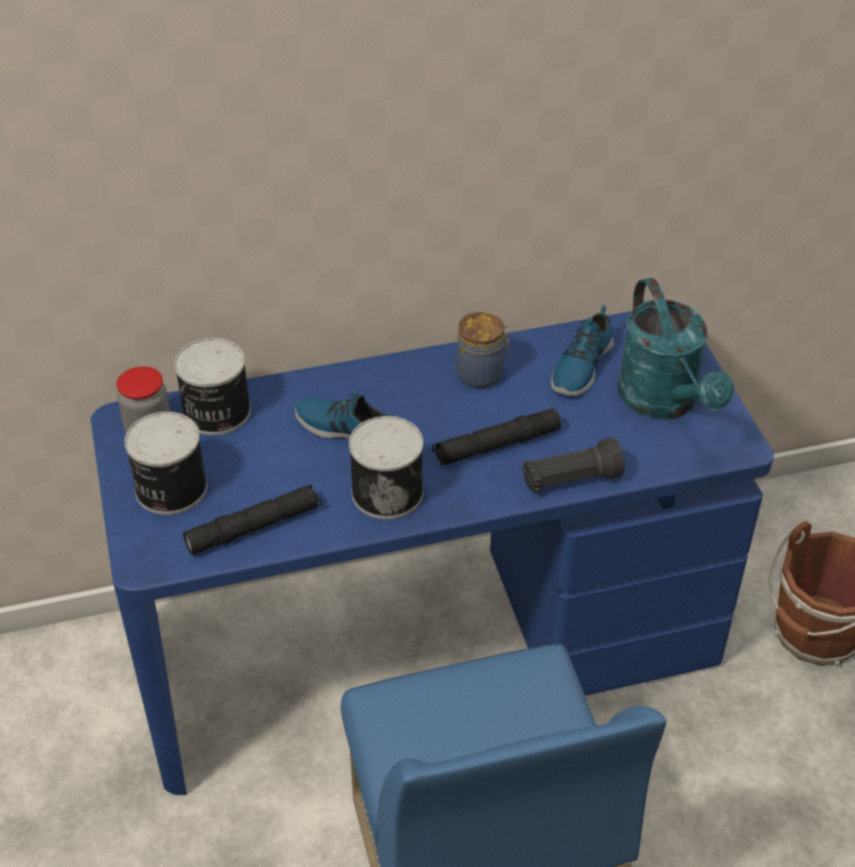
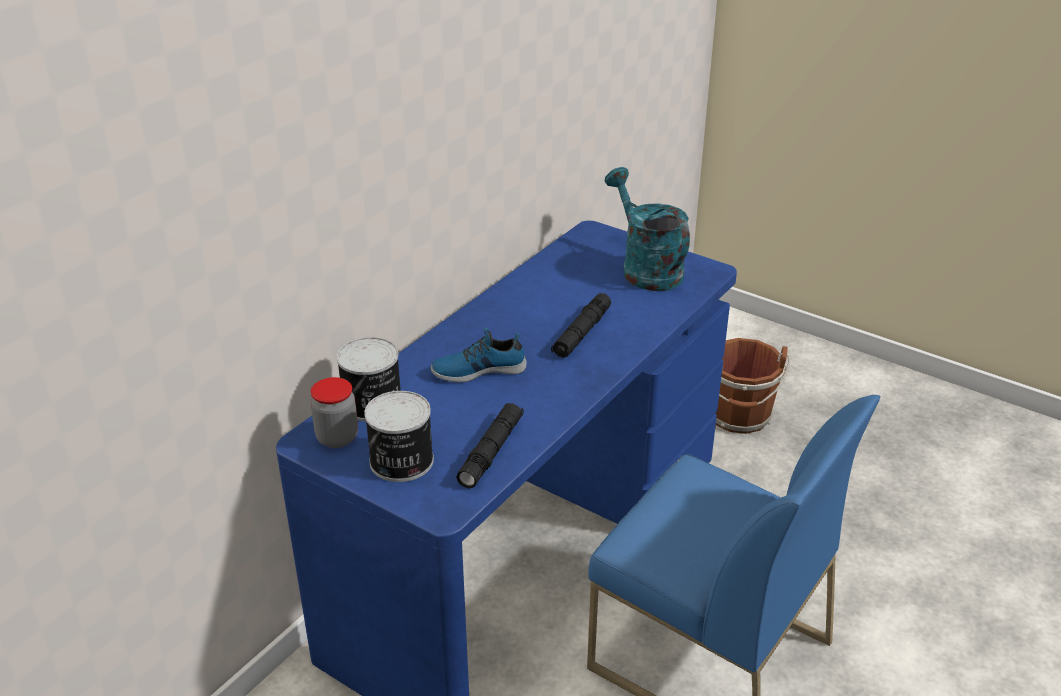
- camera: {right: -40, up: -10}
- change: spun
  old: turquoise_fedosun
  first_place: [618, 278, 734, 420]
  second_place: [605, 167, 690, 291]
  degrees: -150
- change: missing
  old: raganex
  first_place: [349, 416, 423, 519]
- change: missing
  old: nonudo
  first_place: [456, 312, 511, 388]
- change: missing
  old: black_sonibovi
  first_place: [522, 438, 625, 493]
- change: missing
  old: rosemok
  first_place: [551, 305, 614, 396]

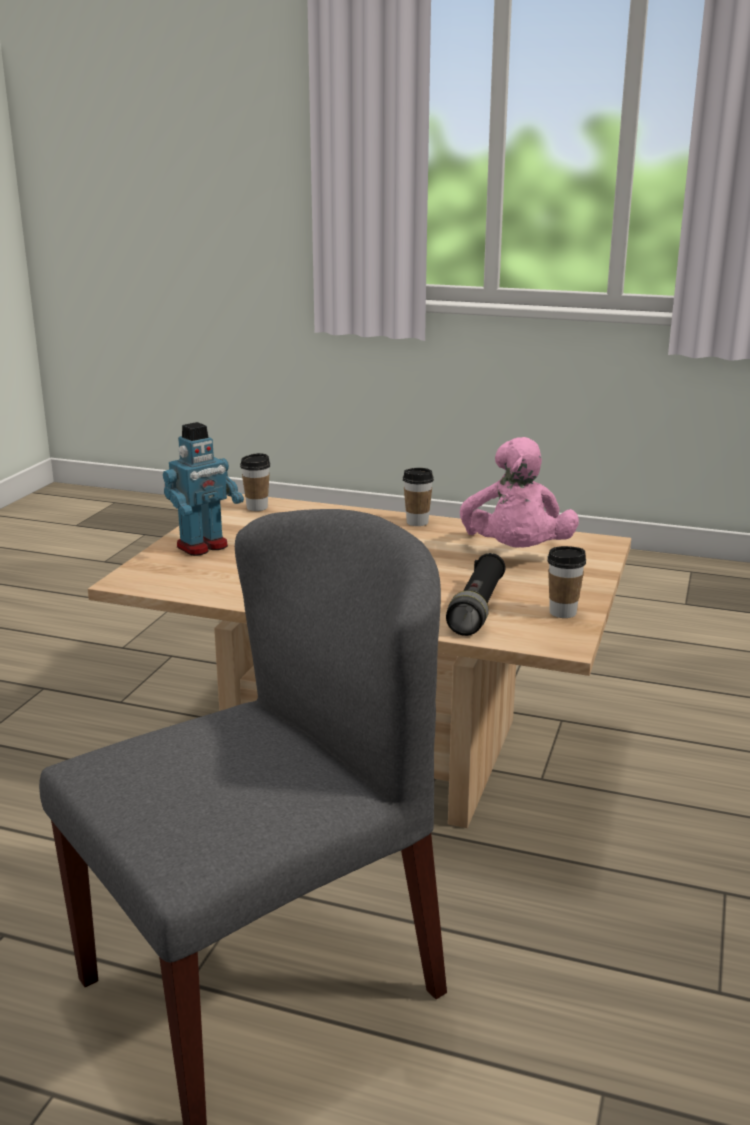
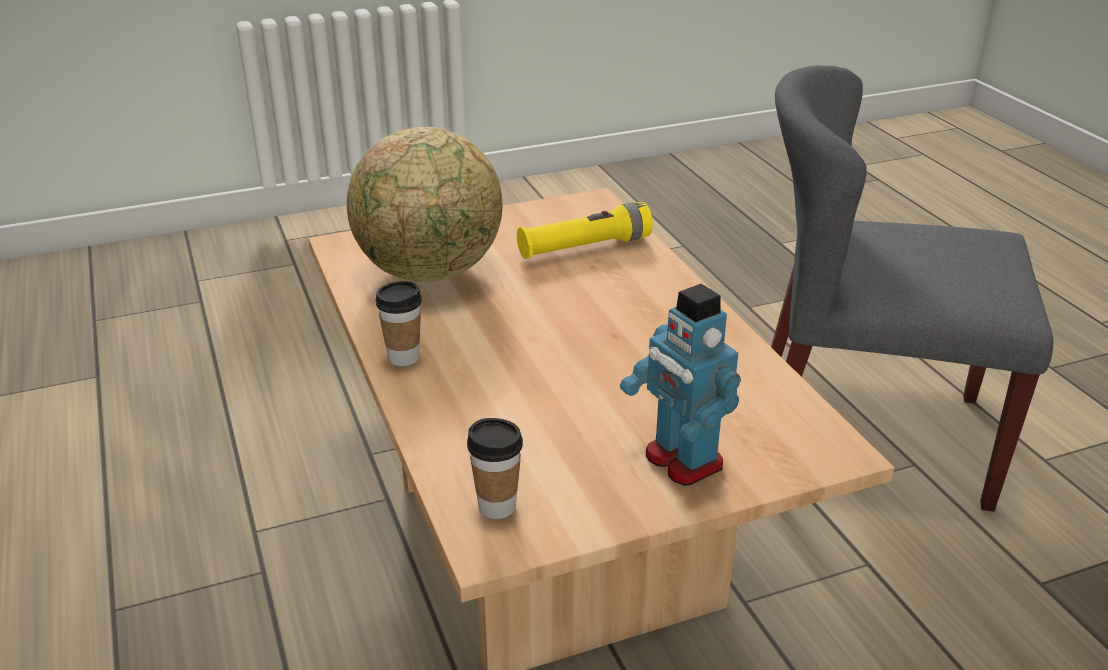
- camera: {right: -130, up: 10}
- change: exchanged
  old: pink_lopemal
  new: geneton
  first_place: [460, 437, 579, 548]
  second_place: [347, 127, 502, 282]
- change: colour
  old: black_sonibovi
  new: yellow_sonibovi
  first_place: [446, 553, 506, 636]
  second_place: [517, 202, 653, 259]
- change: spun
  old: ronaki
  first_place: [163, 422, 244, 556]
  second_place: [620, 284, 741, 486]
  degrees: -135
- change: missing
  old: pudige
  first_place: [547, 546, 586, 618]

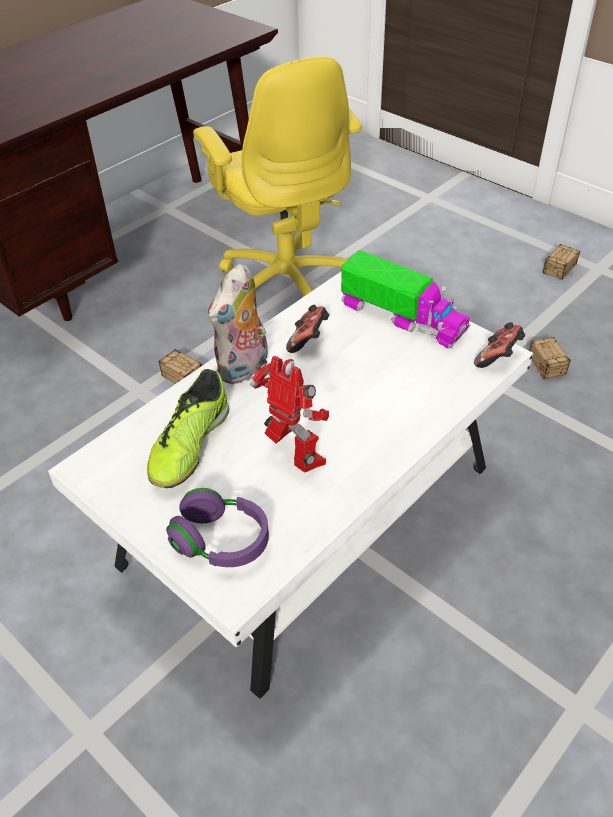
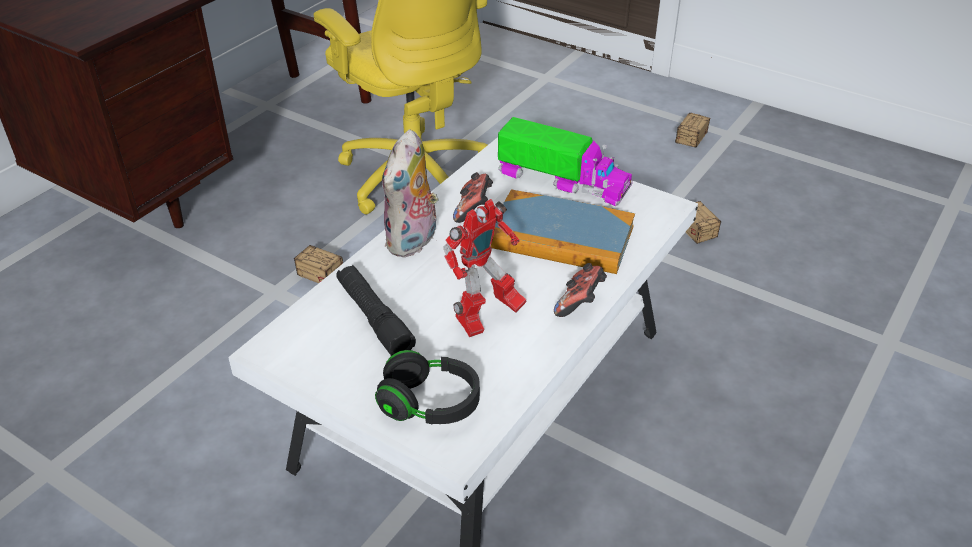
- camera: {right: -10, up: -5}
- change: exchanged
  old: rosemok
  new: black_sonibovi
  first_place: [147, 369, 229, 488]
  second_place: [337, 265, 416, 356]
- change: colour
  old: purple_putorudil
  new: black_putorudil
  first_place: [166, 488, 269, 567]
  second_place: [375, 350, 480, 424]
- change: spun
  old: ronaki
  first_place: [250, 356, 329, 473]
  second_place: [443, 199, 526, 337]
  degrees: 105
- change: appeared
  new: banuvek
  second_place: [491, 189, 635, 274]
- change: relocated
  old: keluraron
  first_place: [474, 322, 525, 368]
  second_place: [554, 263, 607, 317]

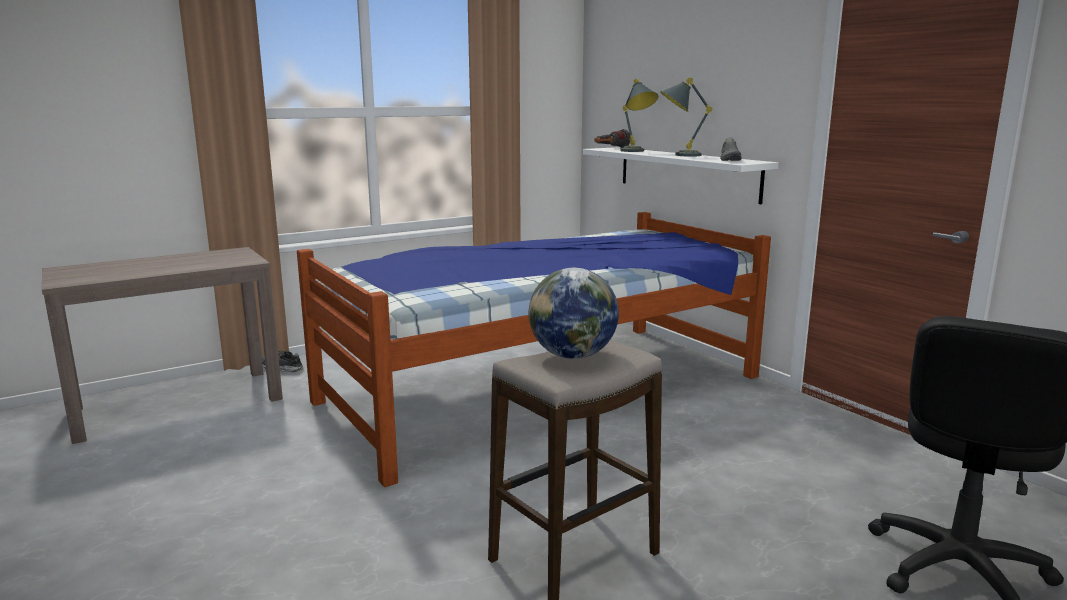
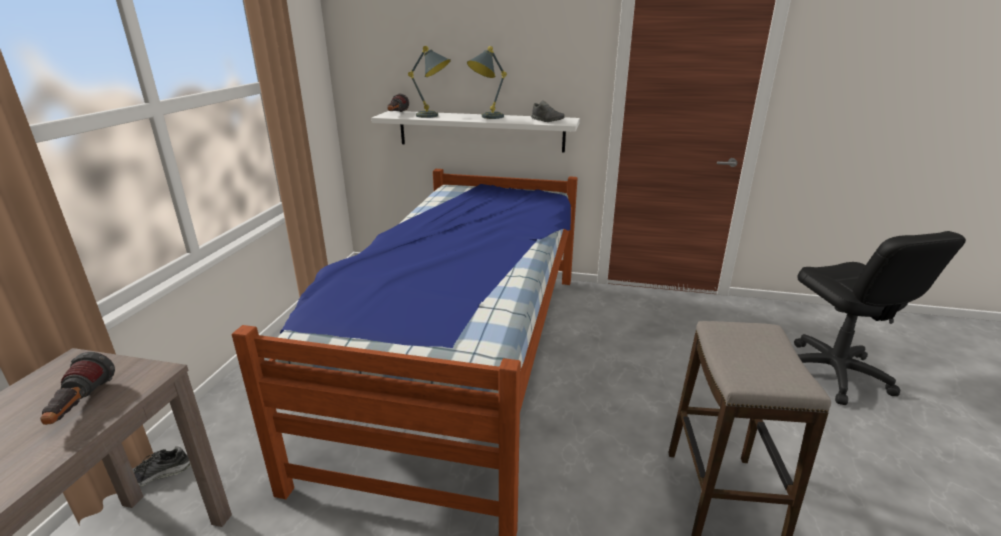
- camera: {right: -45, up: 10}
- change: appeared
  new: sonibovi
  second_place: [40, 352, 115, 425]
- change: missing
  old: geneton
  first_place: [529, 268, 619, 359]

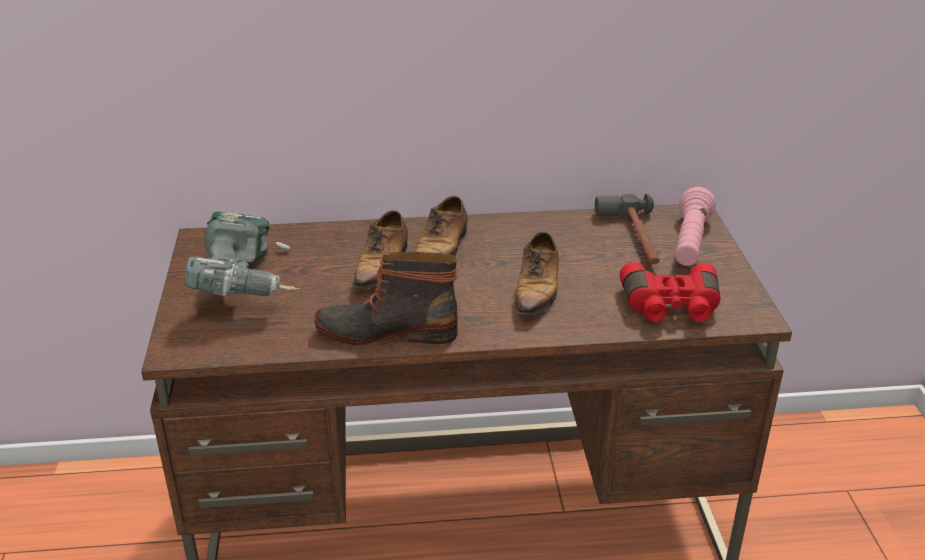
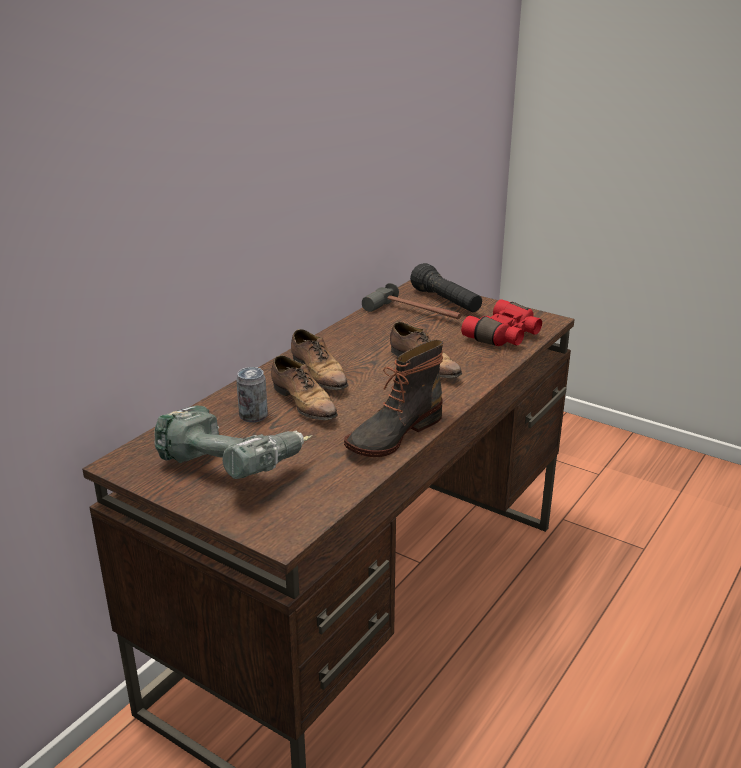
- camera: {right: -50, up: -5}
- change: appeared
  new: raganex
  second_place: [236, 367, 268, 423]
- change: colour
  old: pink_sonibovi
  new: black_sonibovi
  first_place: [675, 187, 716, 266]
  second_place: [410, 263, 482, 312]

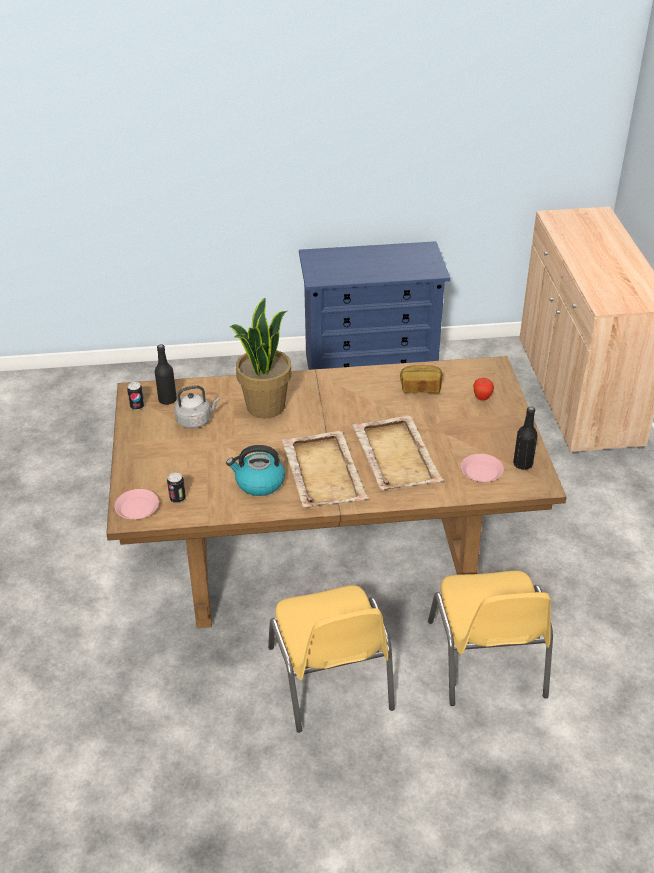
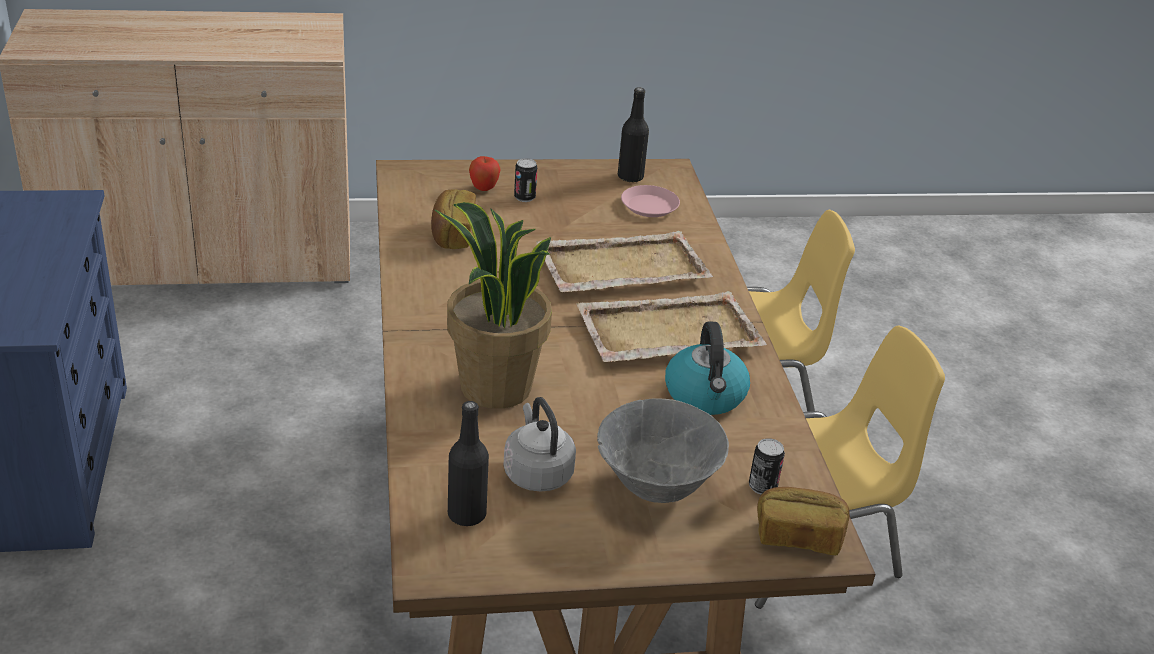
- camera: {right: -95, up: -5}
- change: relocated
  old: raganex
  first_place: [127, 382, 144, 410]
  second_place: [514, 158, 537, 202]
- change: appeared
  new: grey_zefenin
  second_place: [597, 398, 729, 503]
- change: exchanged
  old: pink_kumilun
  new: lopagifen
  first_place: [115, 489, 159, 520]
  second_place: [757, 487, 850, 556]

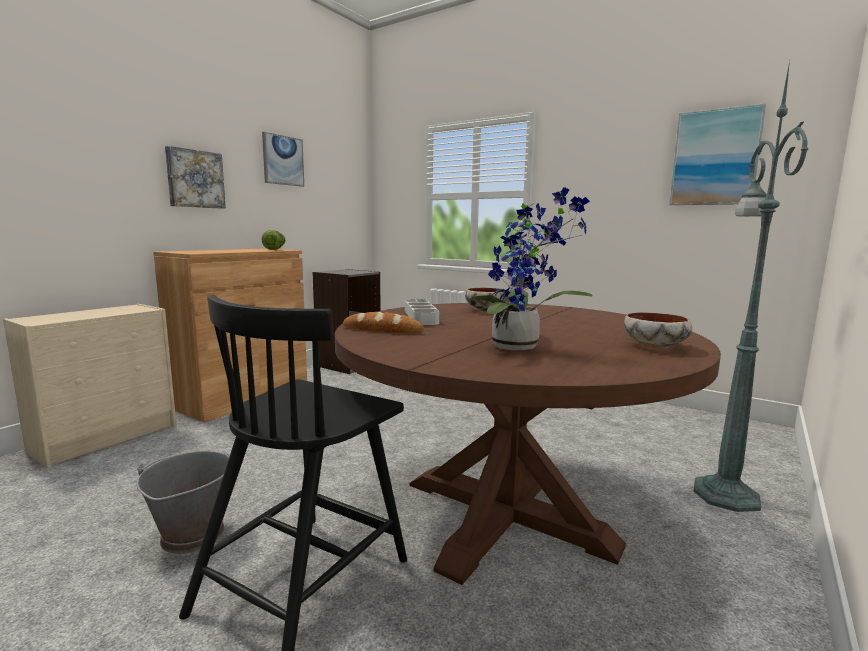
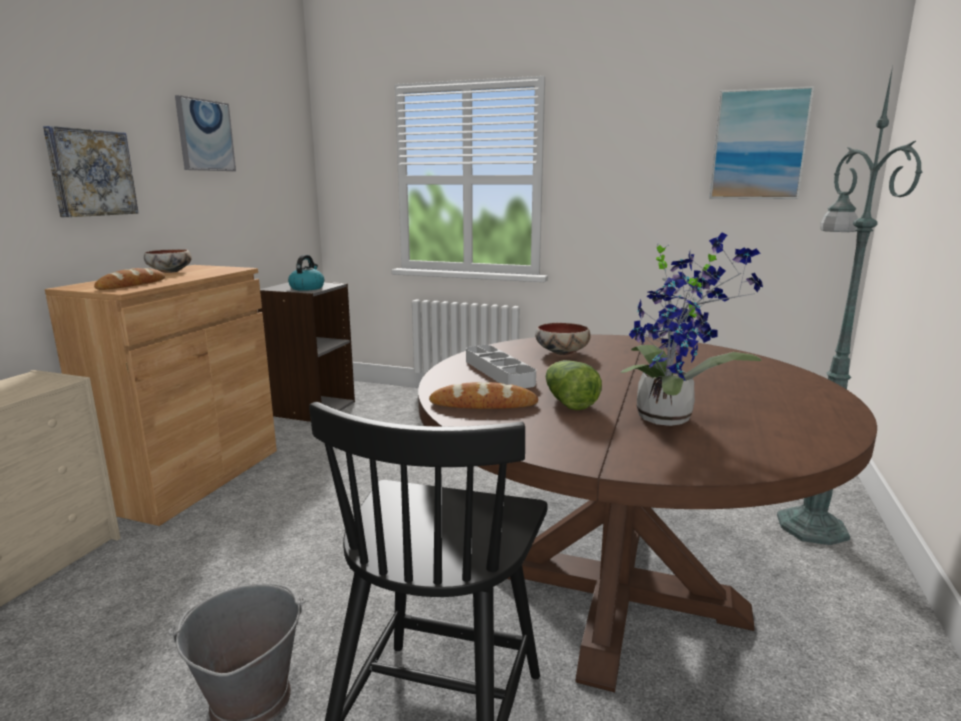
- camera: {right: -15, up: 5}
- change: appeared
  new: lopagifen
  second_place: [94, 268, 165, 290]
- change: relocated
  old: zefenin
  first_place: [624, 312, 692, 348]
  second_place: [144, 249, 192, 273]
- change: appeared
  new: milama
  second_place: [288, 255, 324, 291]
- change: relocated
  old: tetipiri
  first_place: [261, 230, 285, 250]
  second_place: [546, 360, 602, 411]

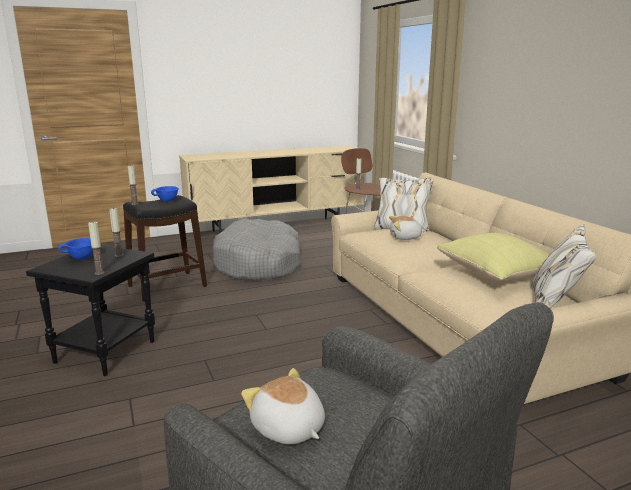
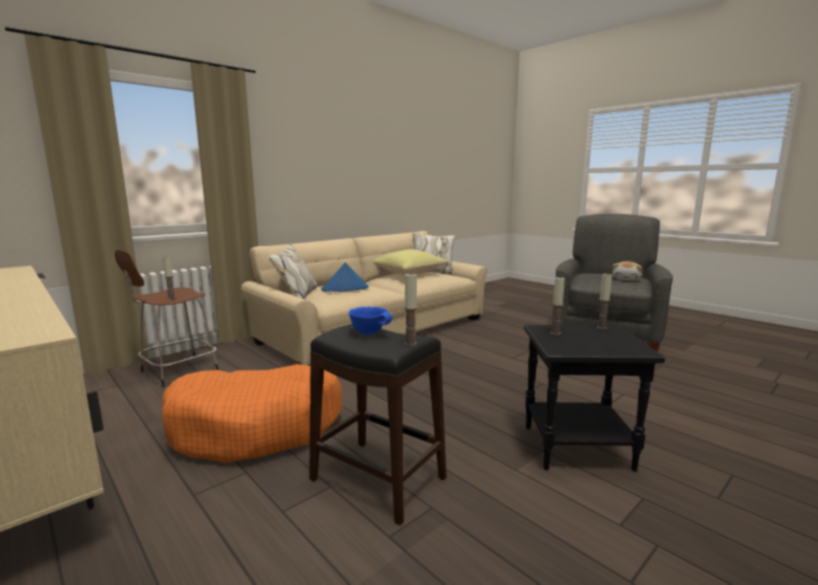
- camera: {right: -110, up: -5}
- change: colour
  old: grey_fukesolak
  new: orange_fukesolak
  first_place: [212, 219, 301, 280]
  second_place: [162, 364, 343, 463]
- change: exchanged
  old: lopemal
  new: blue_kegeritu
  first_place: [389, 216, 426, 240]
  second_place: [321, 262, 369, 292]
- change: missing
  old: blue_zefenin
  first_place: [58, 238, 93, 260]

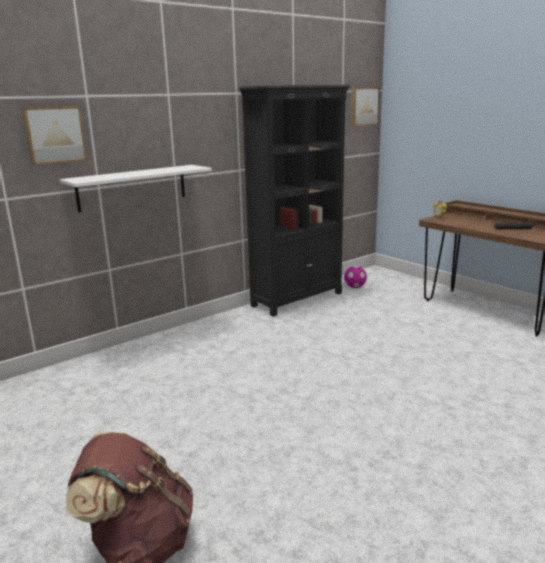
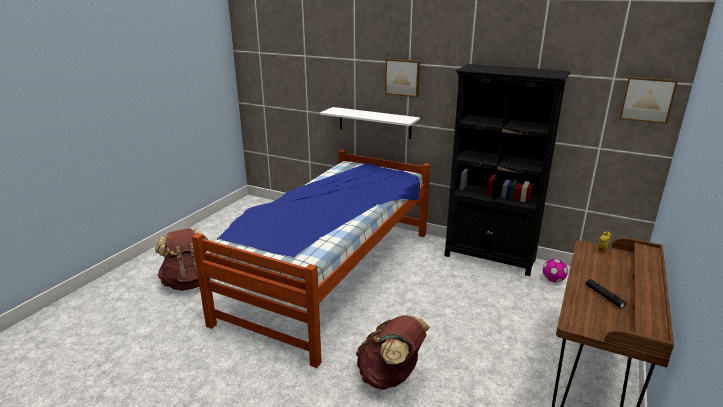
- camera: {right: 65, up: 5}
- change: appeared
  new: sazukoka
  second_place: [192, 150, 430, 368]
- change: appeared
  new: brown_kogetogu
  second_place: [356, 315, 430, 390]
- change: relocated
  old: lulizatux
  first_place: [22, 106, 87, 165]
  second_place: [385, 59, 420, 97]

